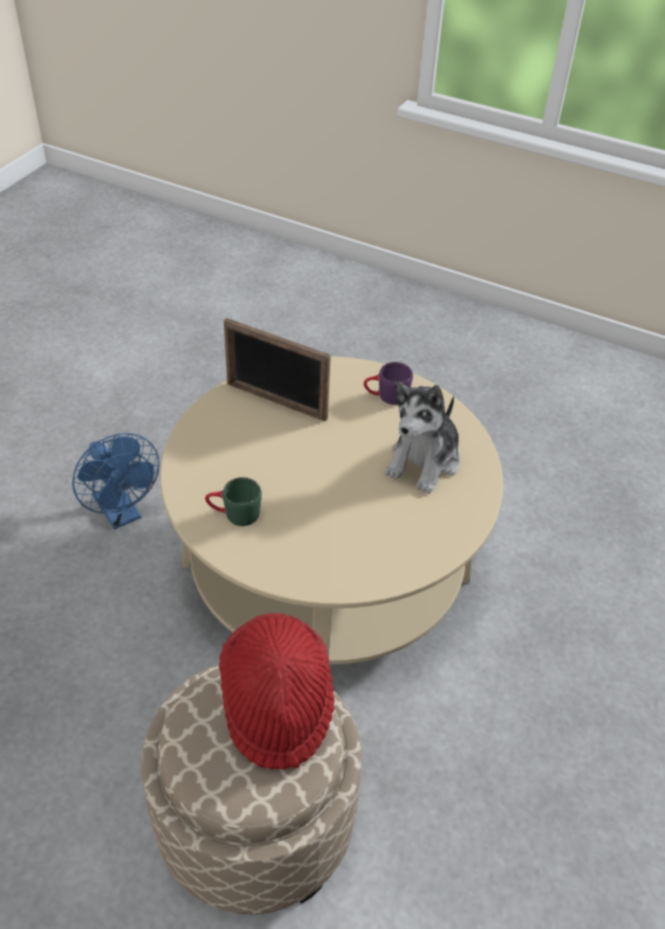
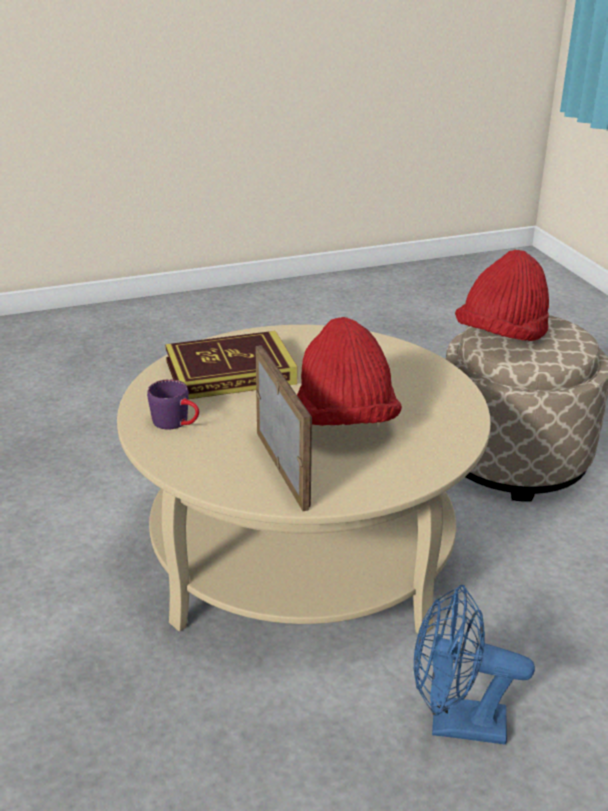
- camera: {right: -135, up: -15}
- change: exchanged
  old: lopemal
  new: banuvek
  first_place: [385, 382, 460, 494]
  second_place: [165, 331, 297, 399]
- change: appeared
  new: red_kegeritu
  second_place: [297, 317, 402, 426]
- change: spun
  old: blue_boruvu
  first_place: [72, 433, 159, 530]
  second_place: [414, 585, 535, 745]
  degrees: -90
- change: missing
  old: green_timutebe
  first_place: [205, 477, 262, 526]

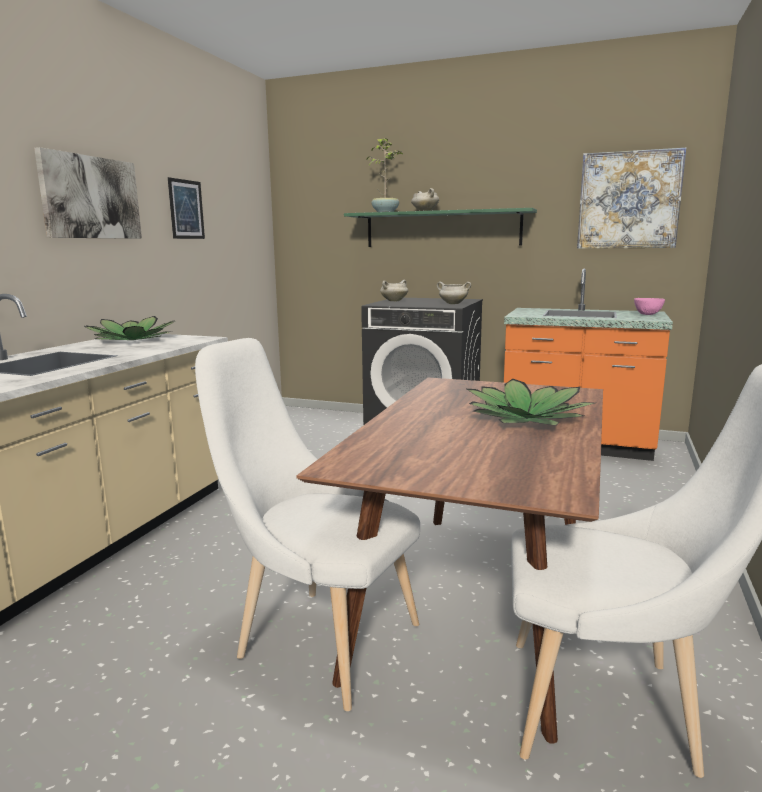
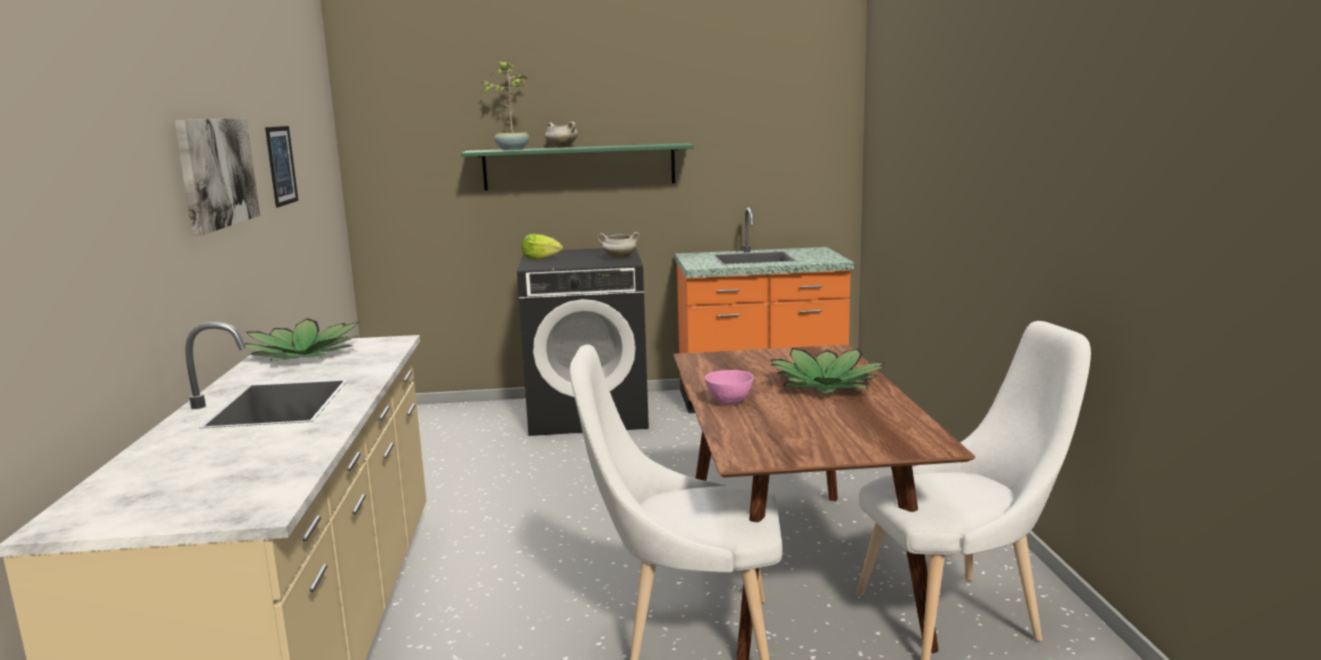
- camera: {right: -25, up: 0}
- change: exchanged
  old: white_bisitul
  new: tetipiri
  first_place: [380, 280, 408, 301]
  second_place: [522, 234, 563, 260]
- change: relocated
  old: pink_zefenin
  first_place: [634, 298, 665, 315]
  second_place: [705, 370, 754, 405]
- change: missing
  old: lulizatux
  first_place: [577, 148, 686, 249]

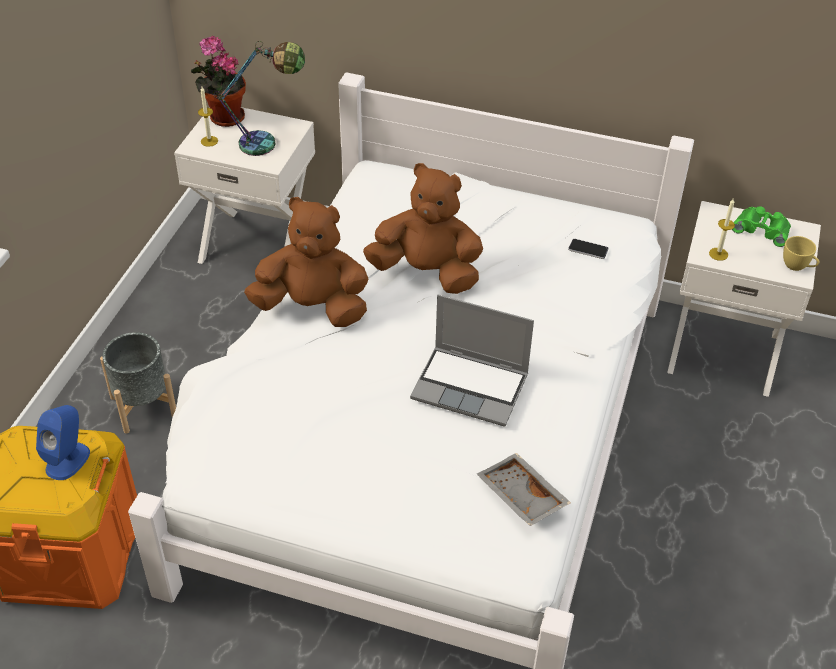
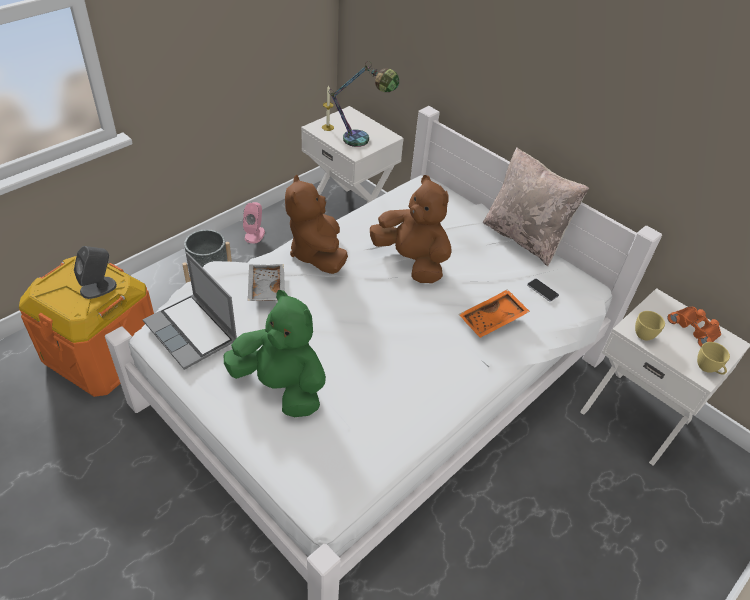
- camera: {right: 25, up: 0}
- change: colour
  old: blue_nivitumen
  new: grey_nivitumen
  first_place: [36, 405, 90, 480]
  second_place: [74, 246, 117, 299]
- change: relocated
  old: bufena
  first_place: [410, 294, 534, 427]
  second_place: [143, 252, 237, 370]
- change: appeared
  new: green_lopemal
  second_place: [224, 290, 326, 417]
- change: appeared
  new: pink_nivitumen
  second_place: [243, 202, 265, 243]
- change: relocated
  old: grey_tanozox
  first_place: [477, 453, 571, 526]
  second_place: [248, 264, 285, 301]
- change: spun
  old: brown_lopemal
  first_place: [244, 197, 368, 327]
  second_place: [285, 175, 348, 274]
  degrees: -135
- change: appeared
  new: orange_tanozox
  second_place: [459, 289, 530, 338]
- change: appeared
  new: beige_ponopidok
  second_place: [483, 147, 589, 266]
- change: exchanged
  old: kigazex
  new: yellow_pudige
  first_place: [709, 199, 735, 261]
  second_place: [635, 311, 665, 340]
- change: colour
  old: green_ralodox
  new: orange_ralodox
  first_place: [732, 206, 791, 247]
  second_place: [667, 307, 721, 347]
- change: missing
  old: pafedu
  first_place: [191, 36, 246, 127]

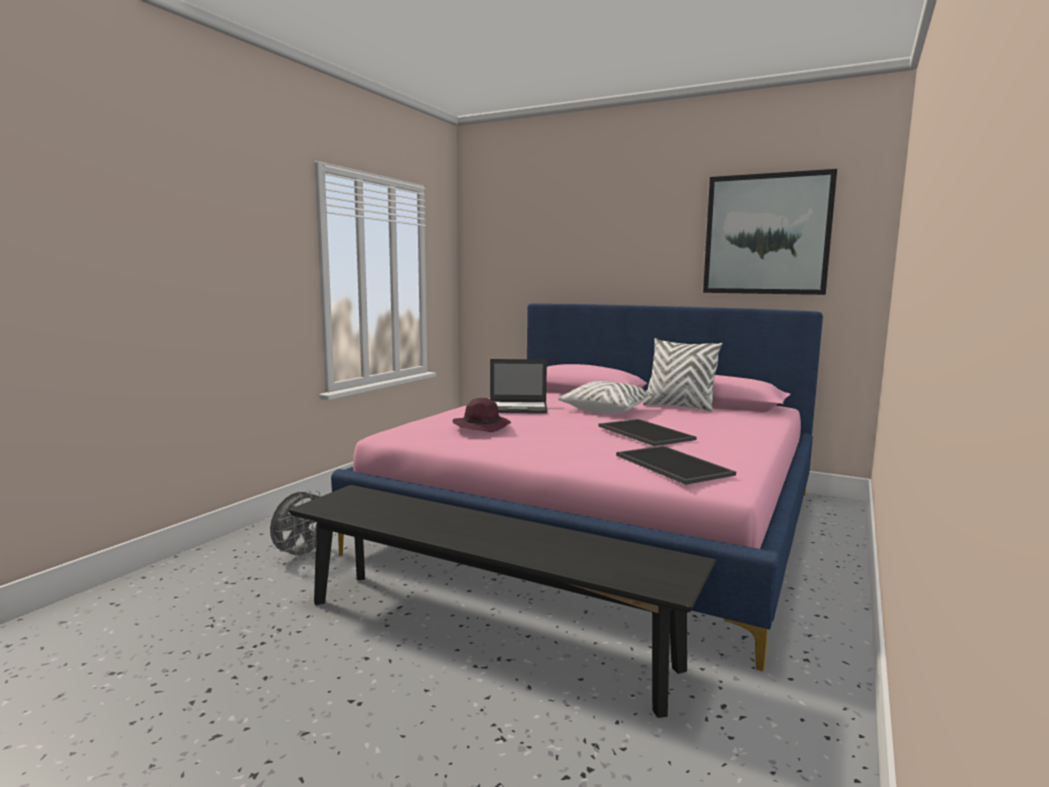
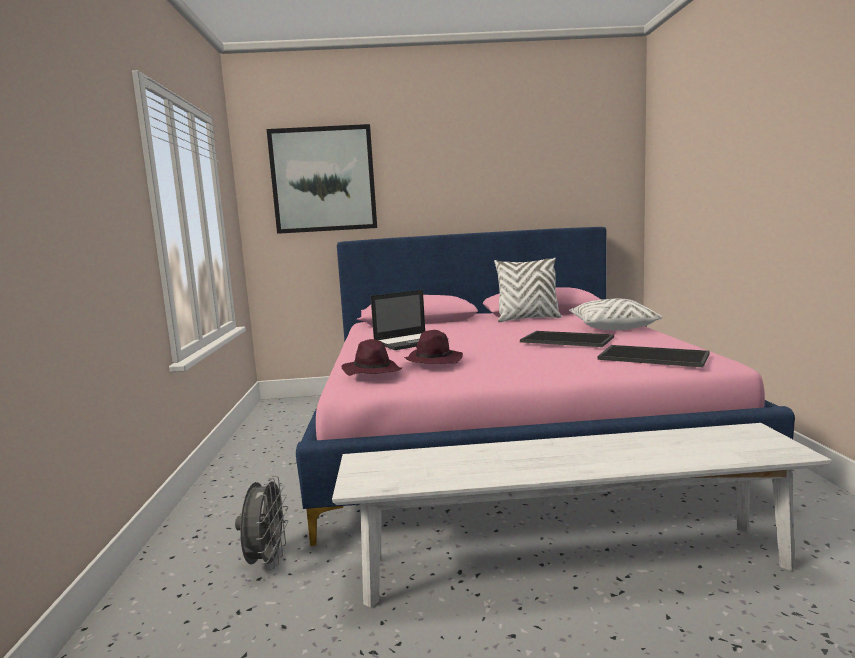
- camera: {right: -30, up: 0}
- change: relocated
  old: lulizatux
  first_place: [703, 169, 837, 295]
  second_place: [267, 124, 377, 234]
- change: colour
  old: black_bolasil
  new: white_bolasil
  first_place: [289, 485, 716, 718]
  second_place: [332, 423, 832, 608]
- change: appeared
  new: purple_kegeritu
  second_place: [342, 339, 402, 376]
- change: relocated
  old: white_ponopidok
  first_place: [558, 381, 653, 414]
  second_place: [569, 299, 663, 330]

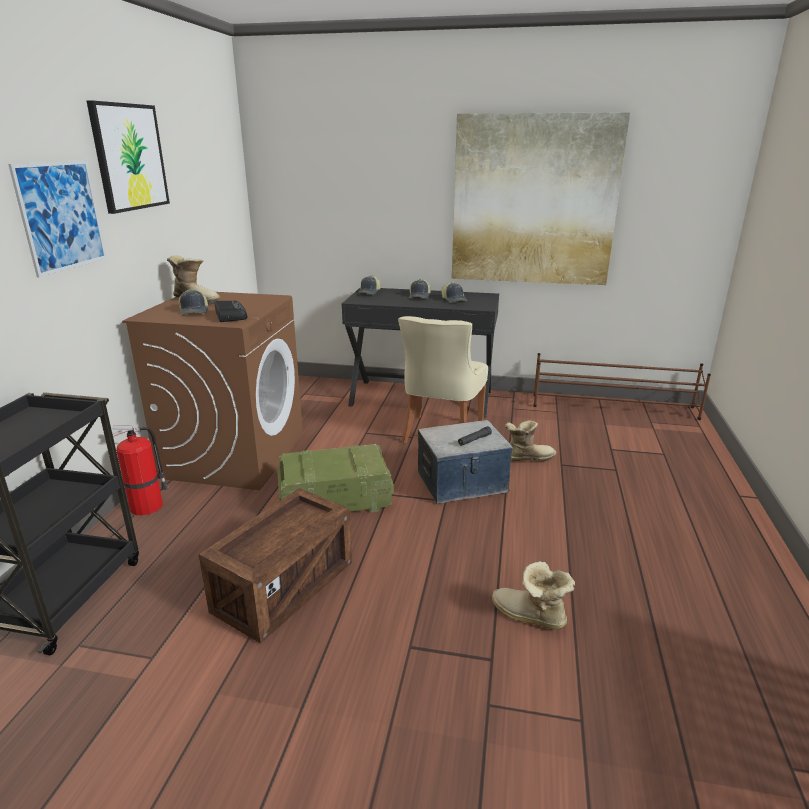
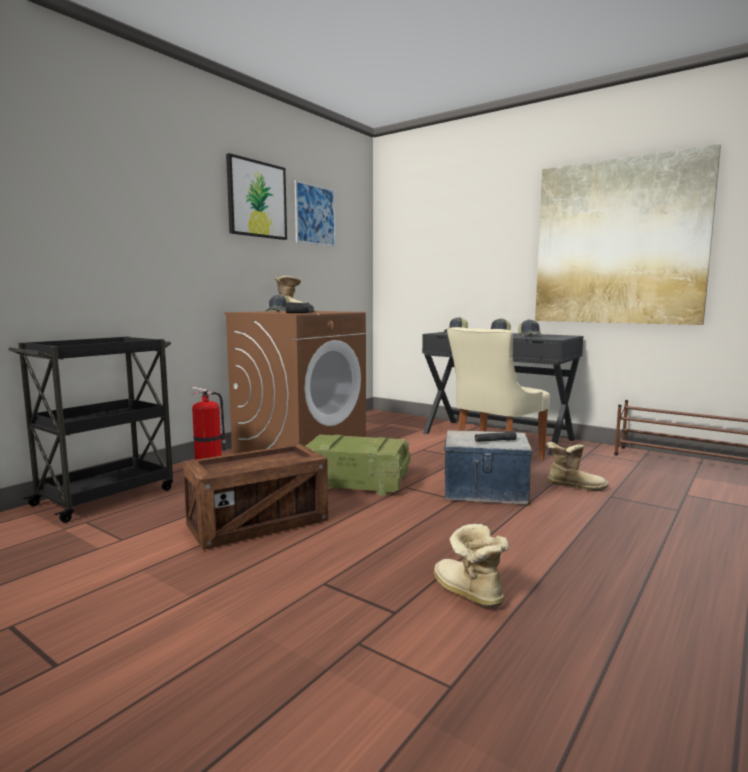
- camera: {right: 25, up: -15}
- change: relocated
  old: lulizatux
  first_place: [8, 160, 107, 277]
  second_place: [295, 180, 336, 247]

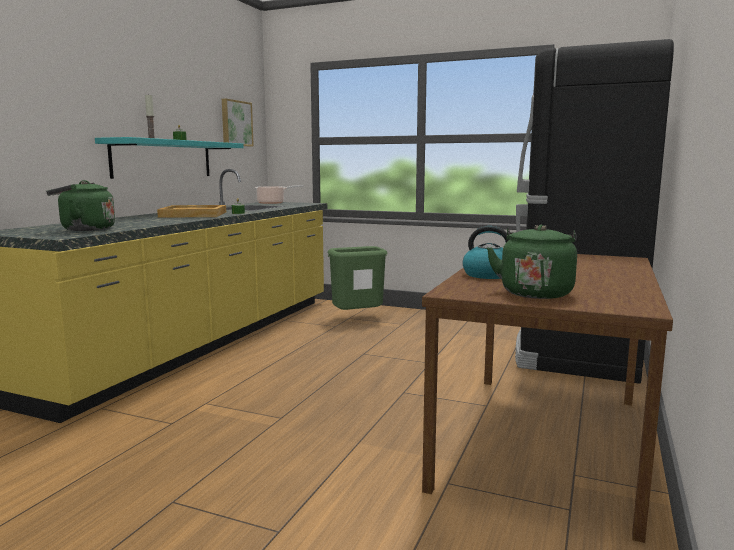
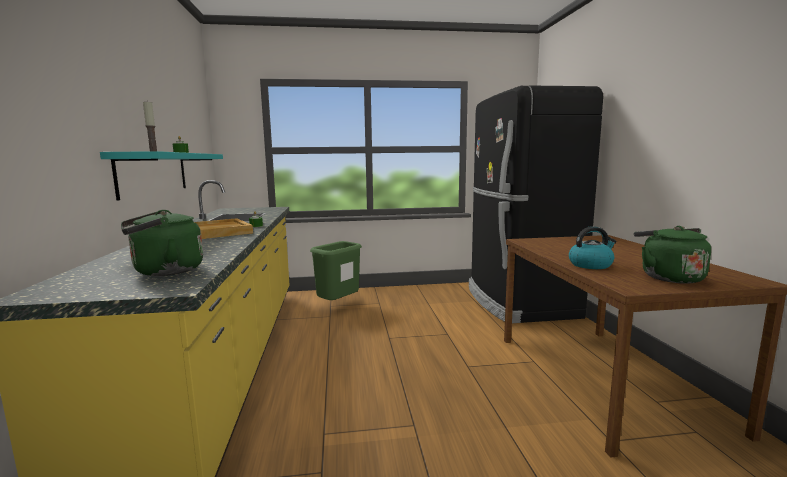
- camera: {right: -30, up: 0}
- change: missing
  old: lulizatux
  first_place: [222, 99, 254, 146]
- change: missing
  old: bisitul
  first_place: [255, 185, 304, 204]

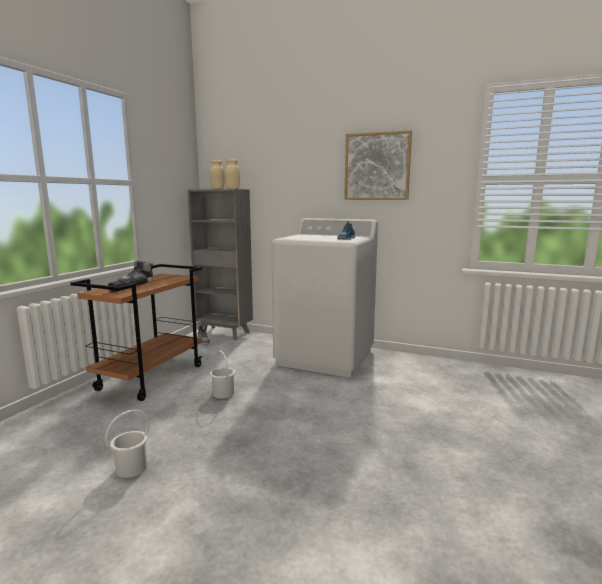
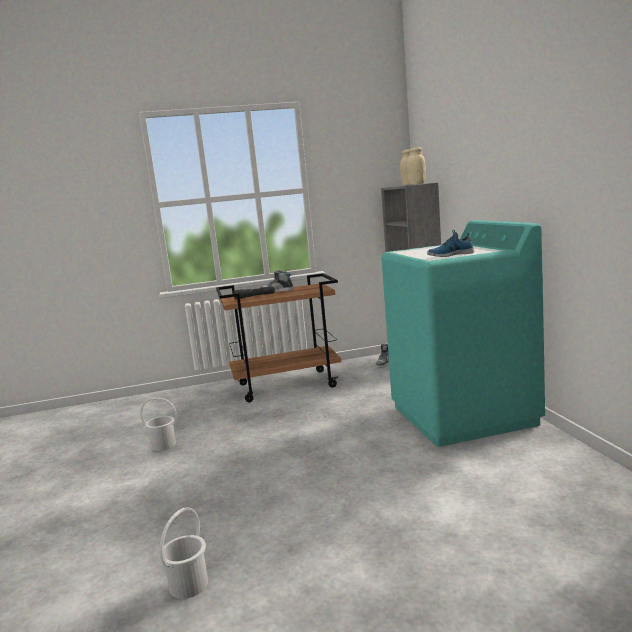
- camera: {right: 55, up: 0}
- change: relocated
  old: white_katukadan
  first_place: [210, 350, 235, 399]
  second_place: [160, 507, 208, 599]
- change: colour
  old: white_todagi
  new: turquoise_todagi
  first_place: [271, 218, 378, 377]
  second_place: [381, 220, 545, 447]
- change: missing
  old: lulizatux
  first_place: [344, 130, 412, 200]

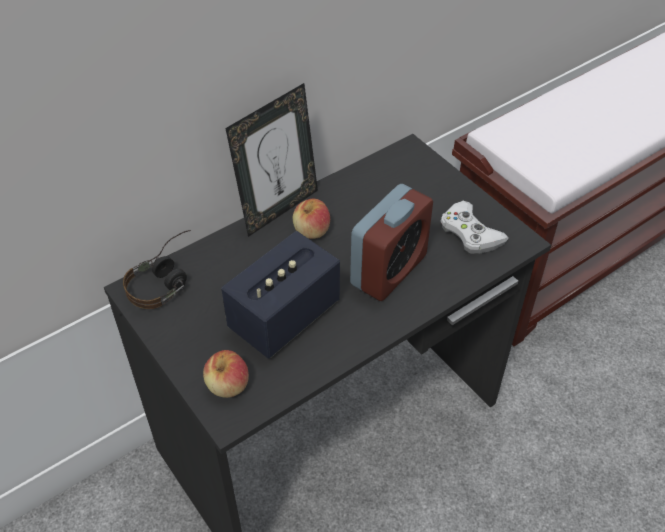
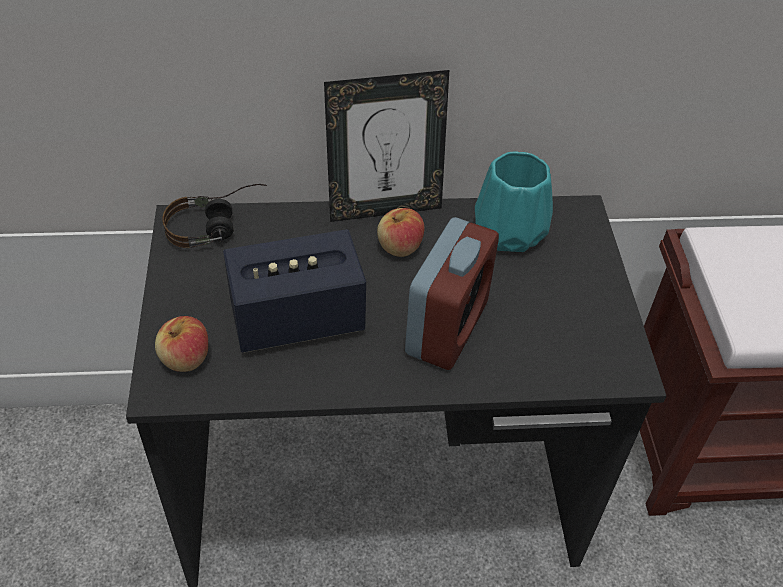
- camera: {right: 30, up: 0}
- change: spun
  old: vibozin
  first_place: [350, 184, 433, 301]
  second_place: [405, 217, 499, 370]
  degrees: -45
- change: appeared
  new: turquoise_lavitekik
  second_place: [475, 151, 553, 252]
- change: missing
  old: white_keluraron
  first_place: [440, 201, 509, 254]

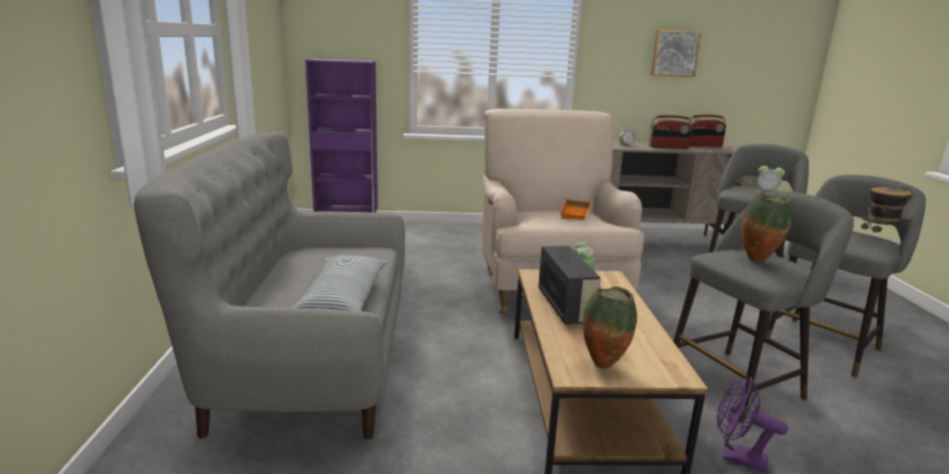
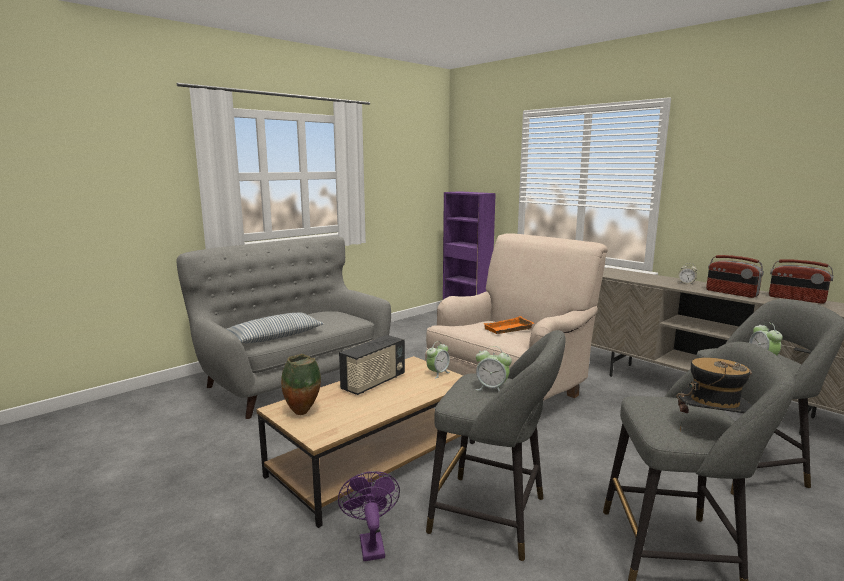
- camera: {right: 50, up: -5}
- change: exchanged
  old: lavitekik
  new: vibozin
  first_place: [741, 193, 792, 262]
  second_place: [475, 346, 512, 392]
- change: missing
  old: lulizatux
  first_place: [651, 30, 702, 77]

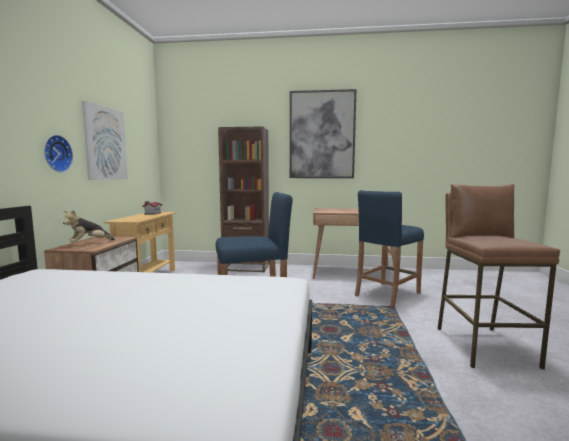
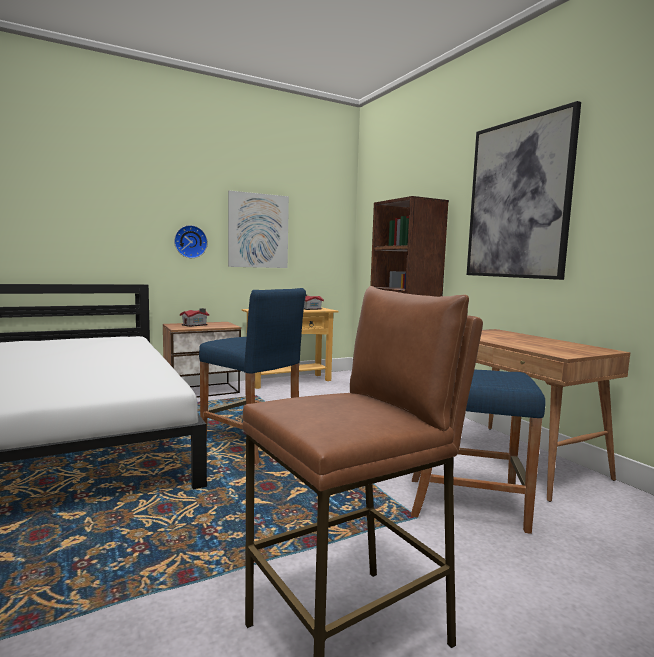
- camera: {right: 55, up: 0}
- change: exchanged
  old: lopemal
  new: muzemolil
  first_place: [63, 210, 115, 242]
  second_place: [180, 308, 209, 327]

